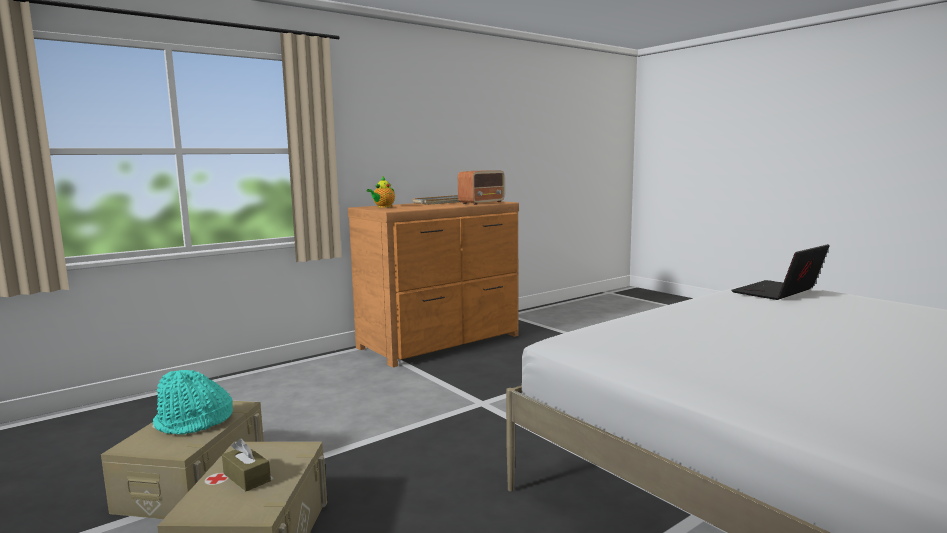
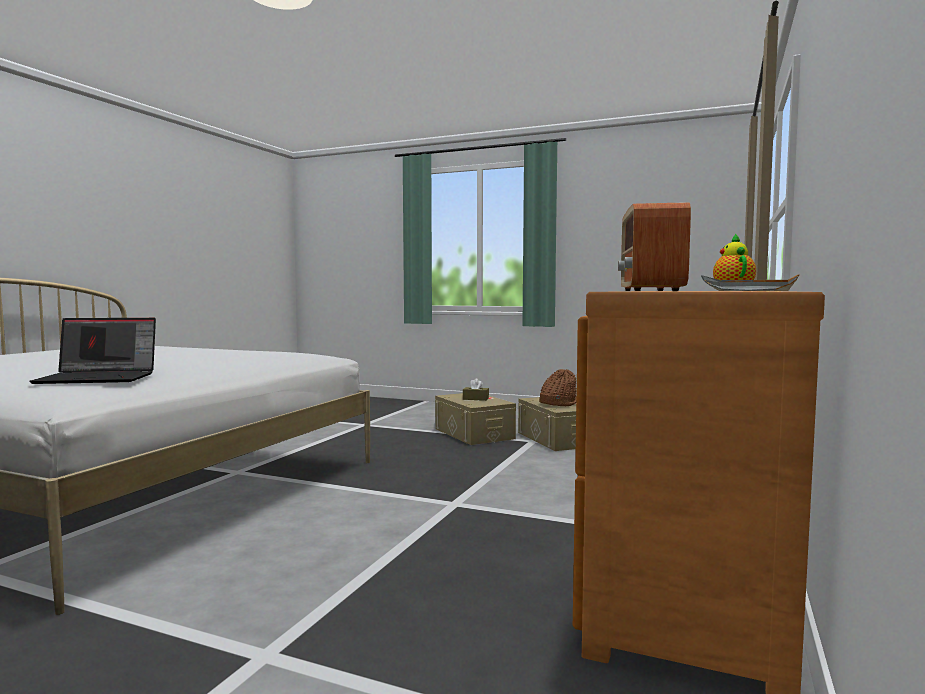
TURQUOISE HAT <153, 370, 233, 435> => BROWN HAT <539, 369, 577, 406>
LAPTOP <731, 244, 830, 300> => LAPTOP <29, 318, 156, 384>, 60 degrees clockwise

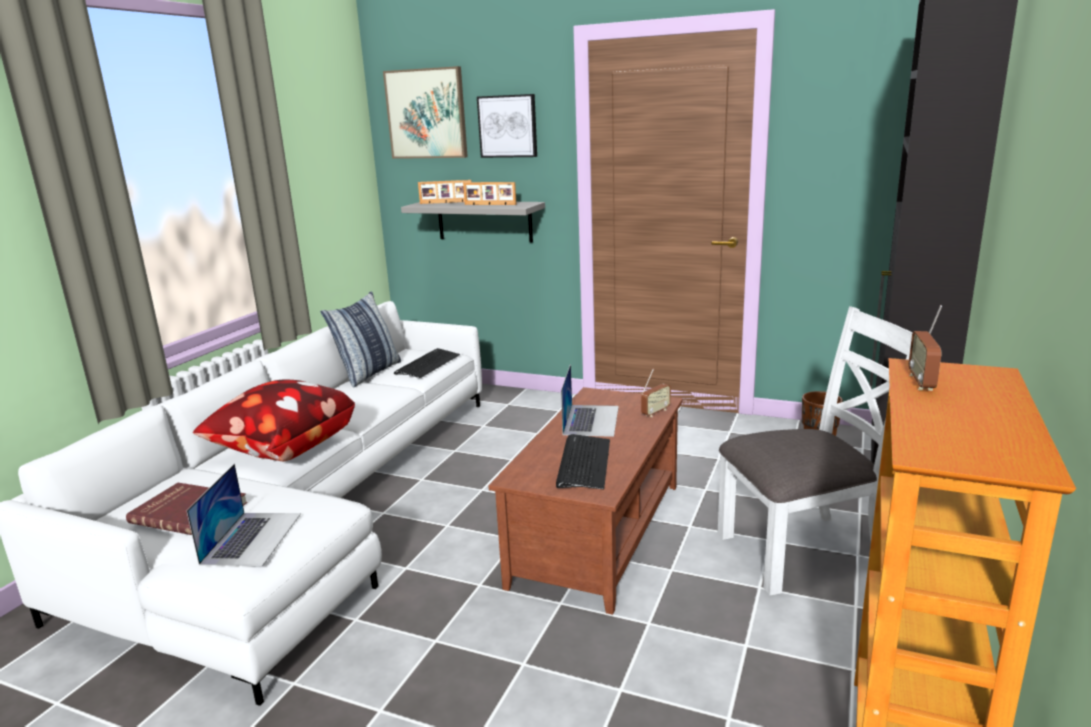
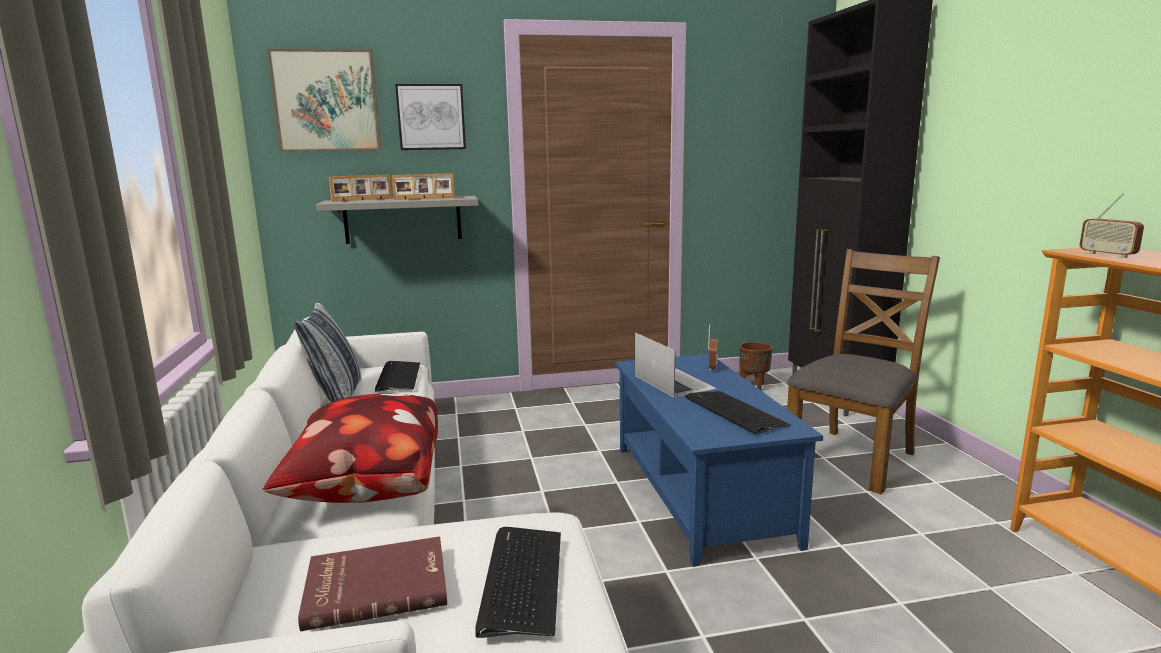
LAPTOP <186, 464, 301, 566> => KEYBOARD <475, 527, 561, 638>
BROWN COFFEE TABLE <488, 387, 683, 615> => BLUE COFFEE TABLE <615, 354, 823, 567>
WHITE CHAIR <717, 306, 913, 595> => BROWN CHAIR <787, 249, 940, 494>

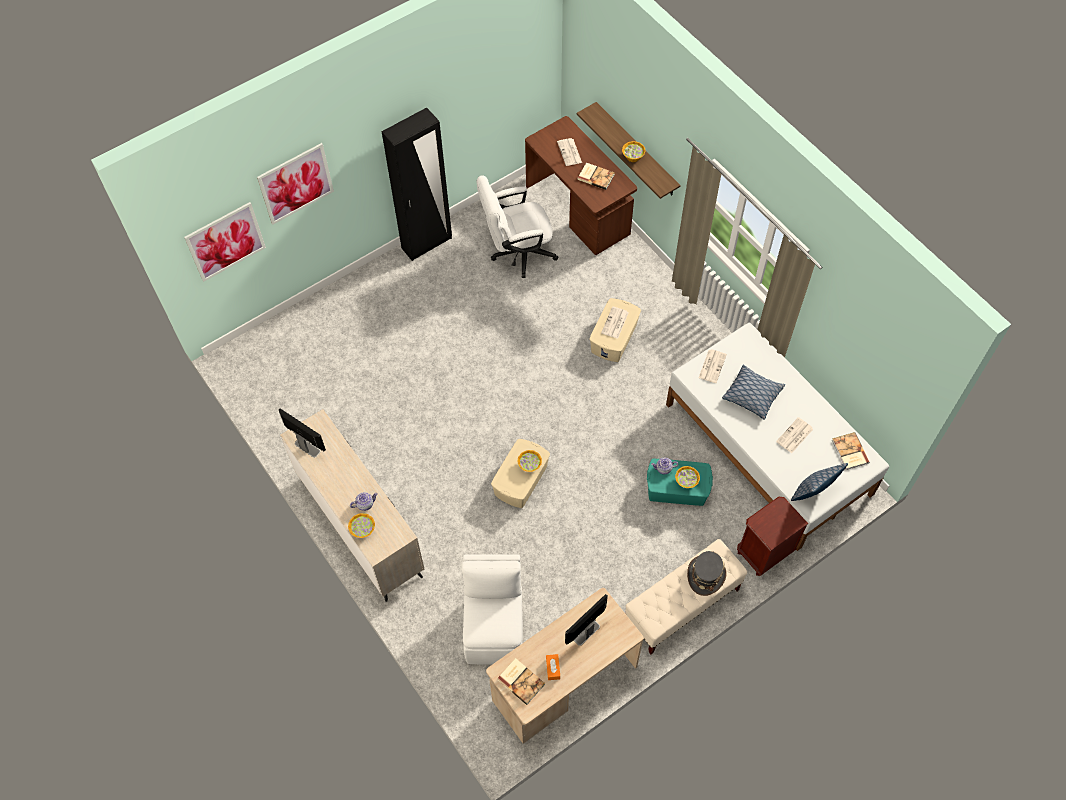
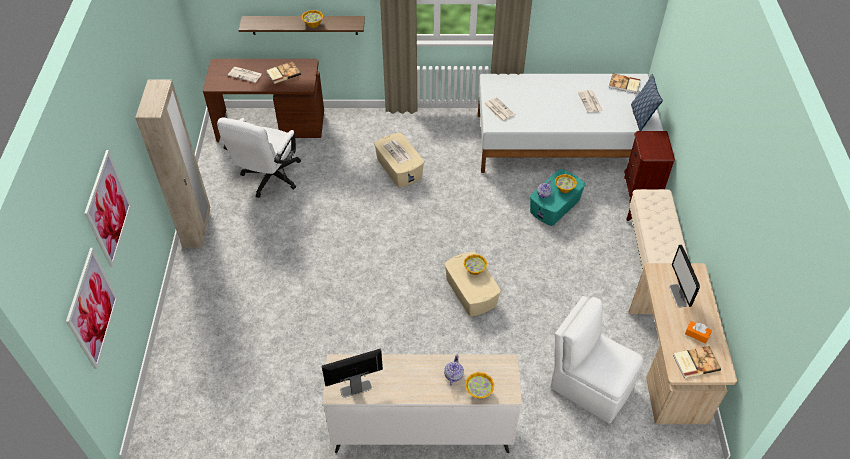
BLACK WARDROBE <382, 107, 452, 261> => BEIGE WARDROBE <135, 80, 210, 248>
GREY HAT <687, 551, 727, 596> => nothing
PILLOW <722, 365, 785, 420> => nothing

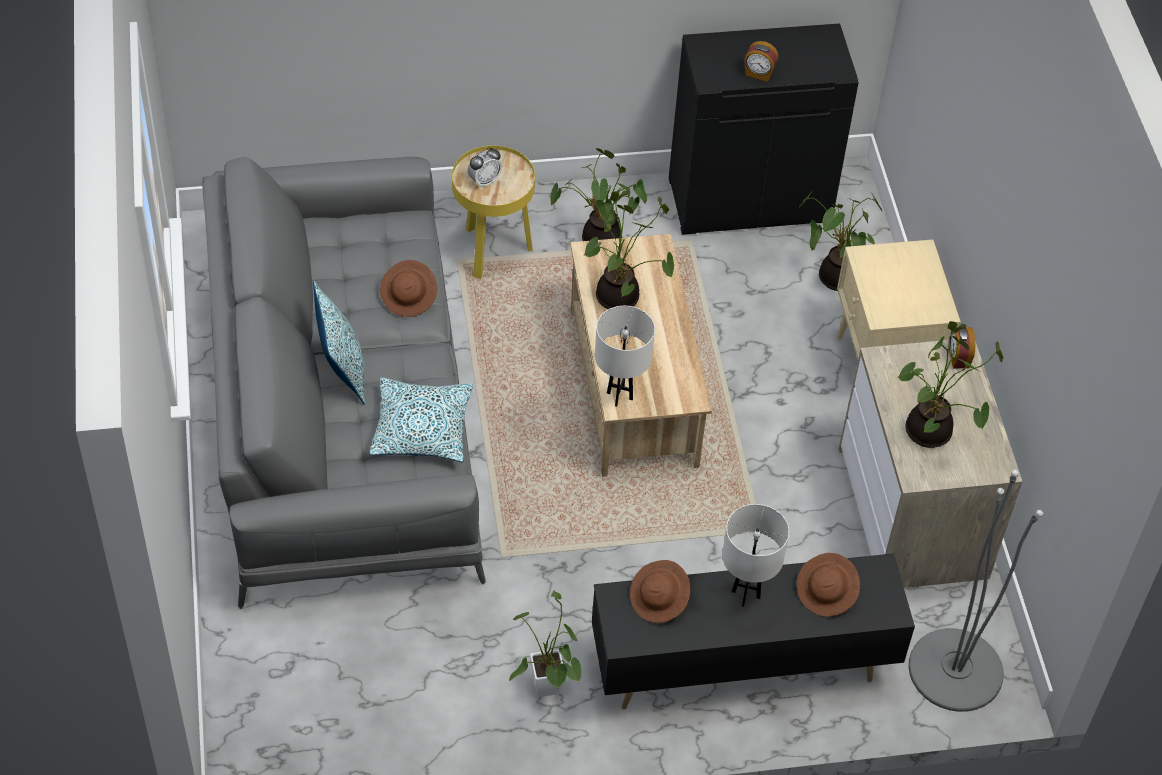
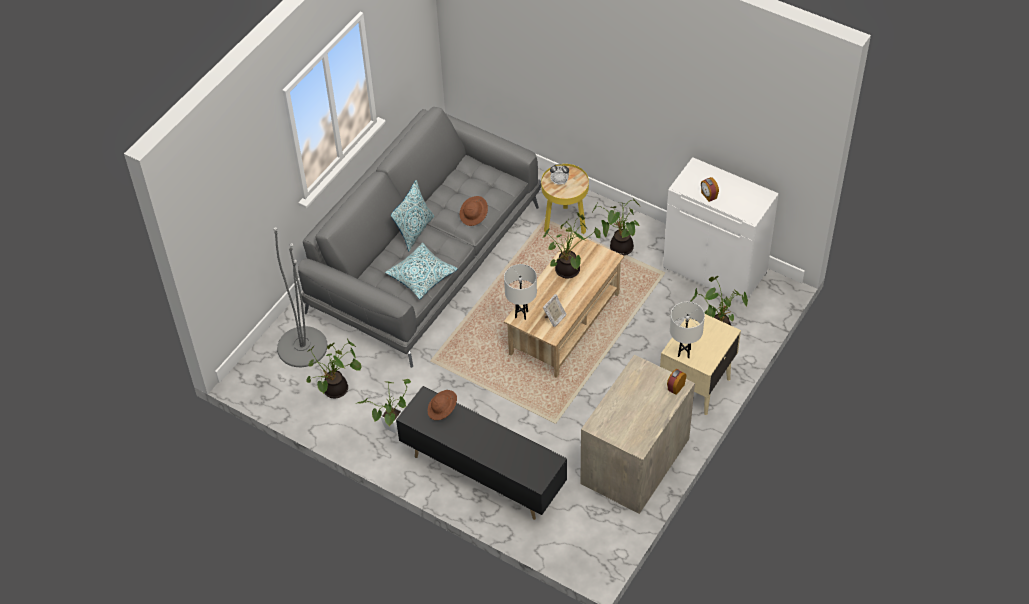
BLACK CABINET <669, 23, 859, 235> => WHITE CABINET <663, 157, 779, 303>
WHITE TABLE LAMP <722, 504, 789, 607> => WHITE TABLE LAMP <670, 302, 705, 358>, moved
BROWN HAT <797, 553, 860, 617> => nothing
POTTED PLANT <898, 321, 1003, 448> => POTTED PLANT <307, 338, 361, 399>, moved
GREY FLOOR LAMP <909, 469, 1043, 712> => GREY FLOOR LAMP <273, 227, 328, 367>, moved
nothing => PICTURE FRAME <543, 294, 567, 327>

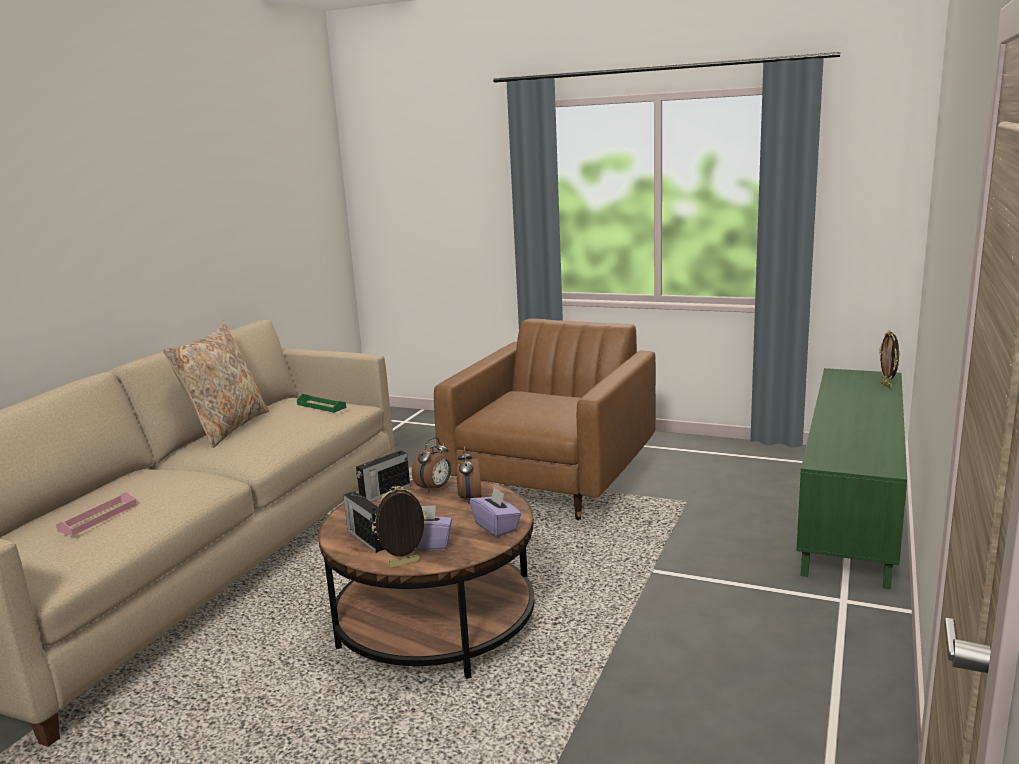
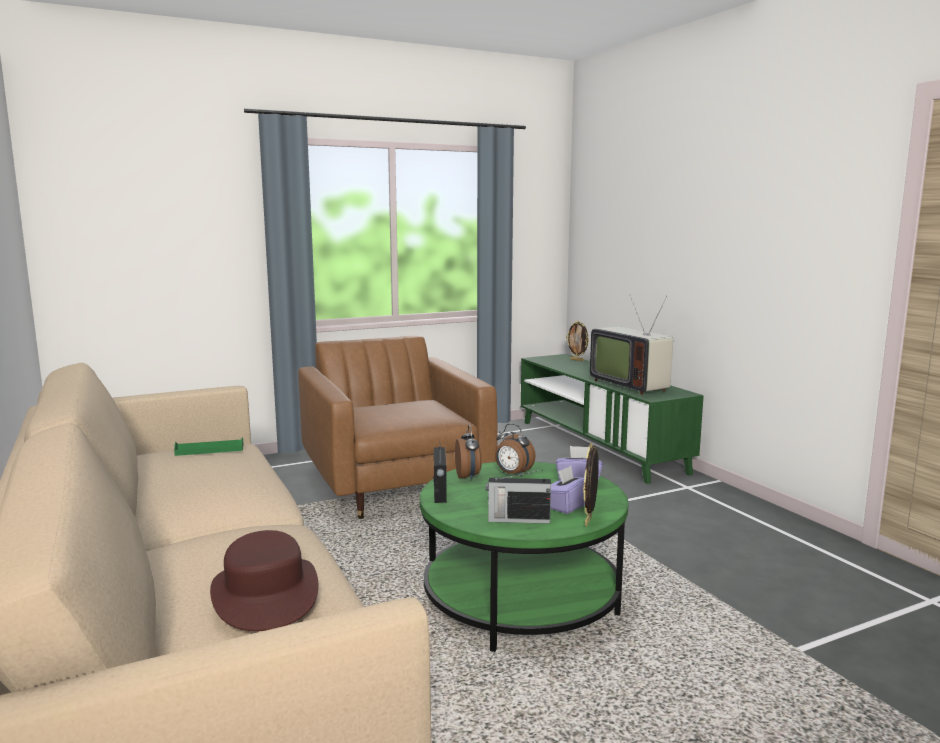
PINK TRAY <56, 492, 137, 536> => BROWN HAT <210, 530, 319, 631>
BEIGE PILLOW <163, 323, 269, 448> => nothing
BROWN COFFEE TABLE <318, 478, 534, 679> => GREEN COFFEE TABLE <420, 462, 629, 652>
nothing => TELEVISION <590, 296, 673, 395>

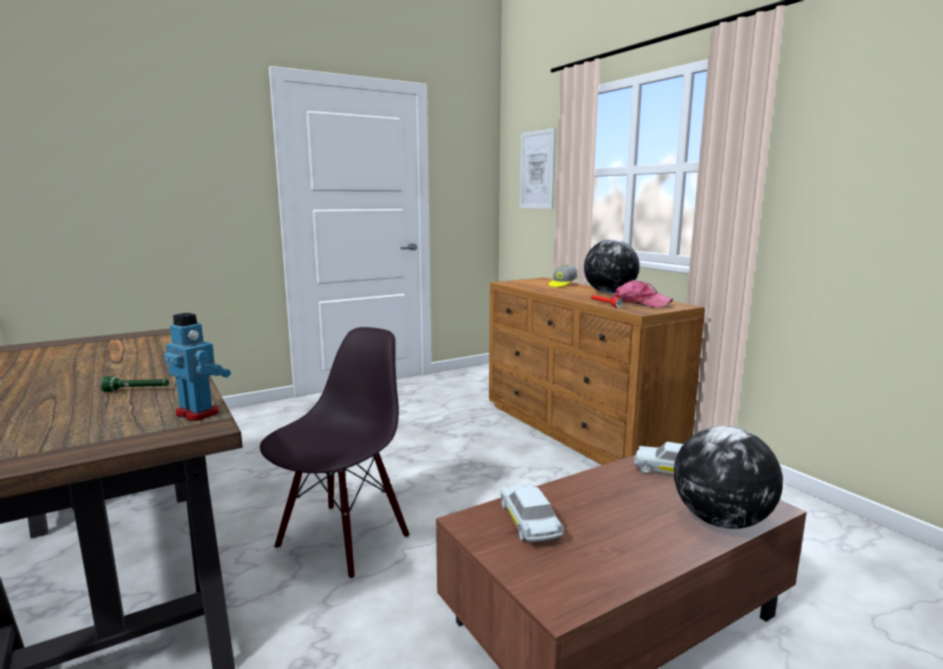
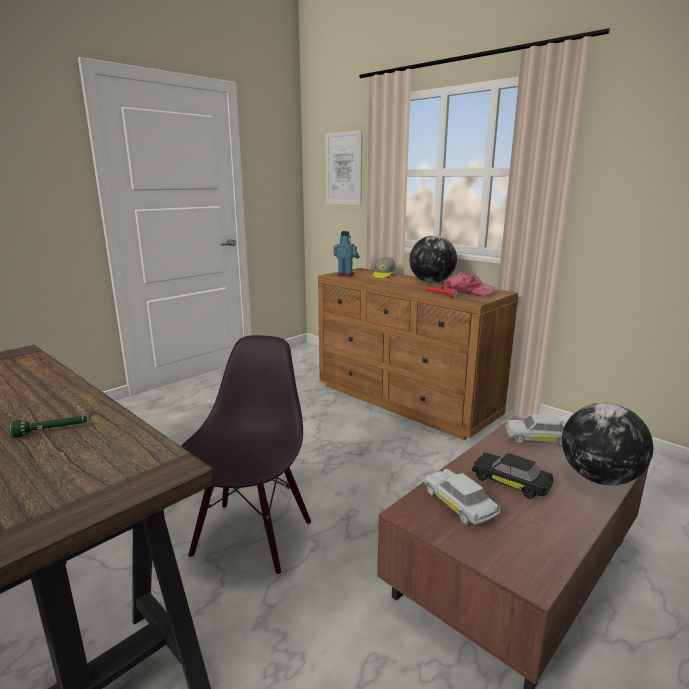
TOY ROBOT <164, 313, 231, 421> => TOY ROBOT <333, 231, 359, 277>, moved
nothing => BLACK TOY CAR <472, 453, 553, 499>

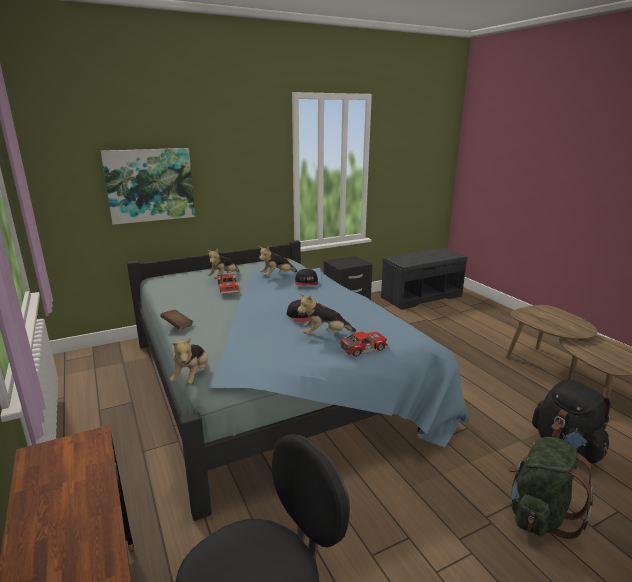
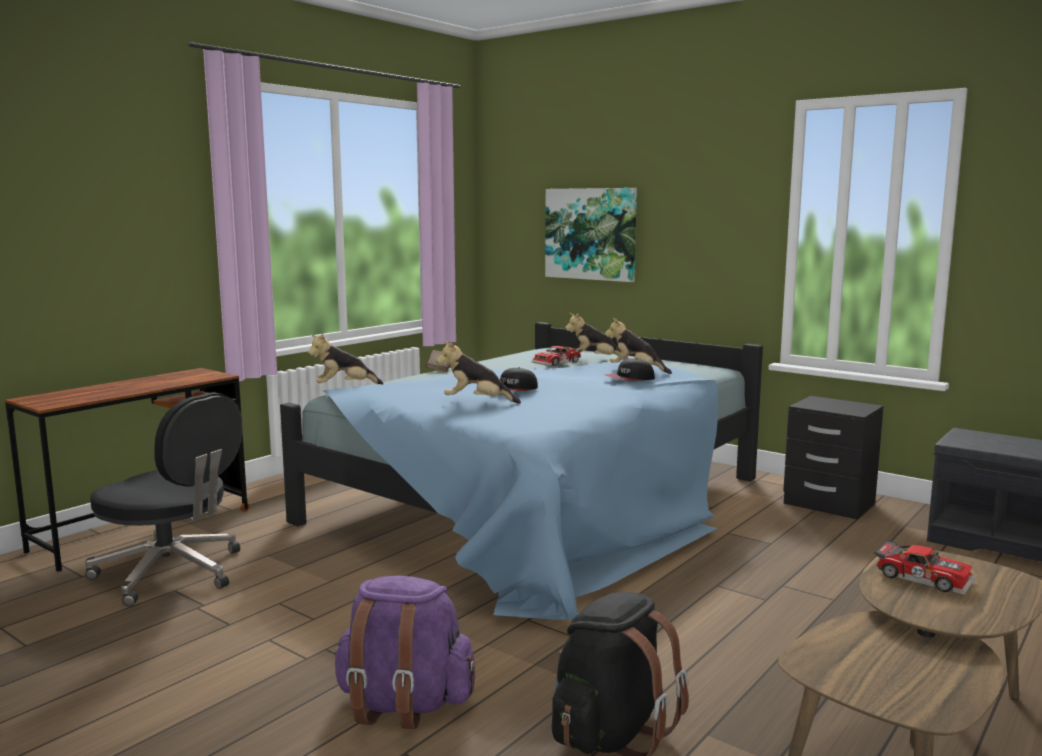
PLUSH TOY <297, 294, 356, 334> => PLUSH TOY <436, 340, 521, 404>, 45 degrees counterclockwise
TOY CAR <338, 332, 390, 357> => TOY CAR <874, 540, 976, 595>, moved
GREEN BACKPACK <508, 437, 593, 539> => PURPLE BACKPACK <334, 576, 475, 729>

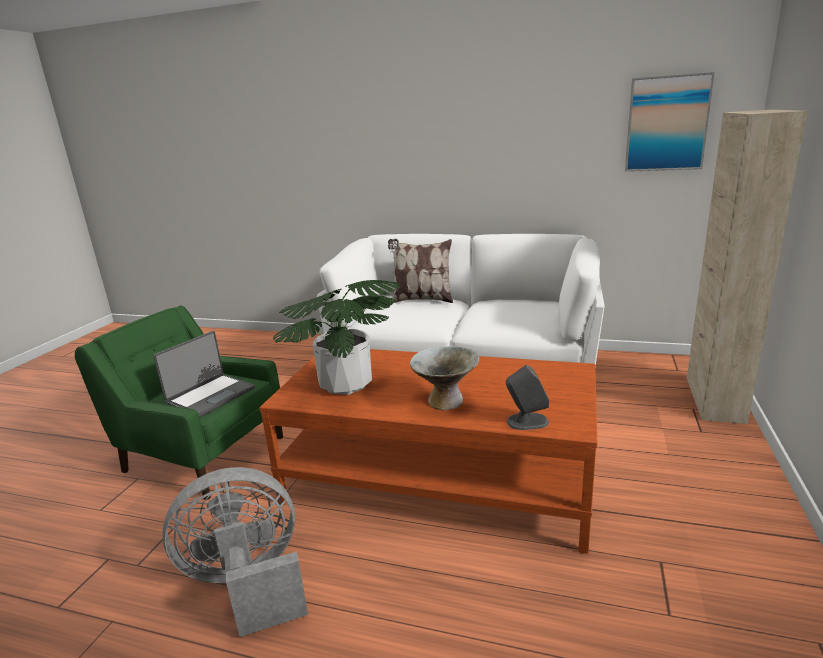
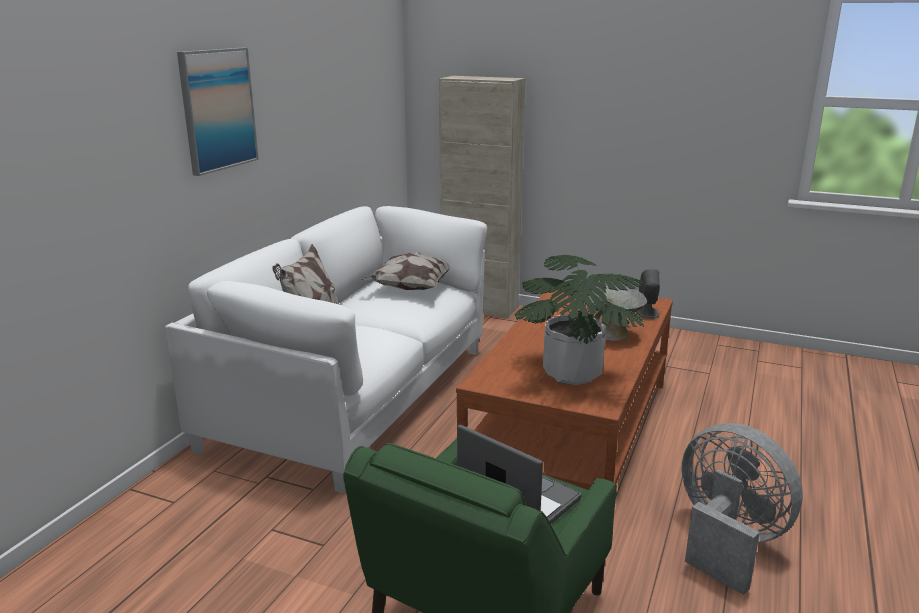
GREY FAN <162, 467, 308, 637> => GREY FAN <681, 423, 803, 595>, 150 degrees clockwise
PICTURE <625, 72, 715, 172> => PICTURE <177, 48, 259, 176>, moved
nothing => PILLOW <361, 252, 450, 290>

